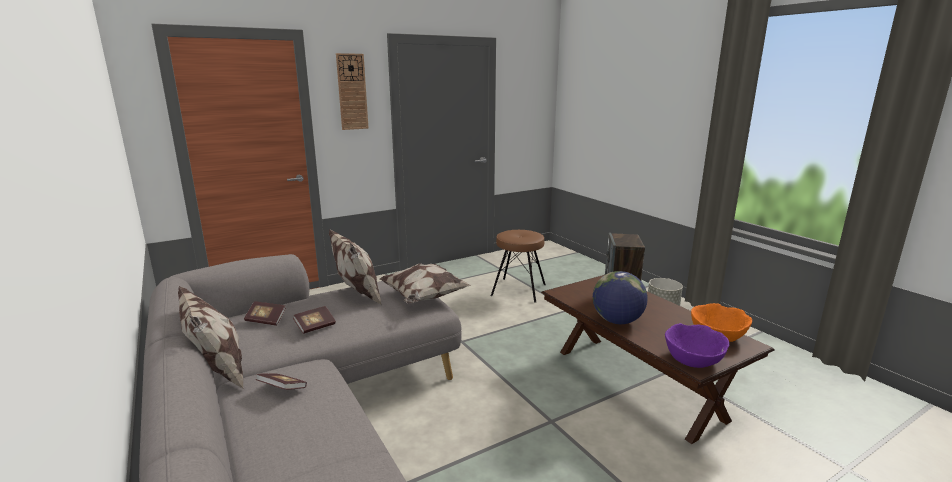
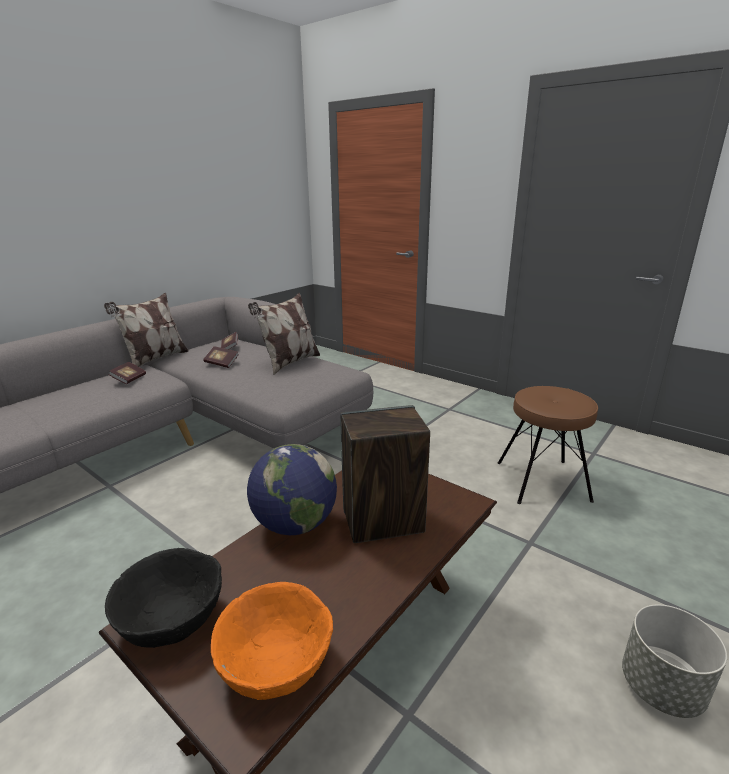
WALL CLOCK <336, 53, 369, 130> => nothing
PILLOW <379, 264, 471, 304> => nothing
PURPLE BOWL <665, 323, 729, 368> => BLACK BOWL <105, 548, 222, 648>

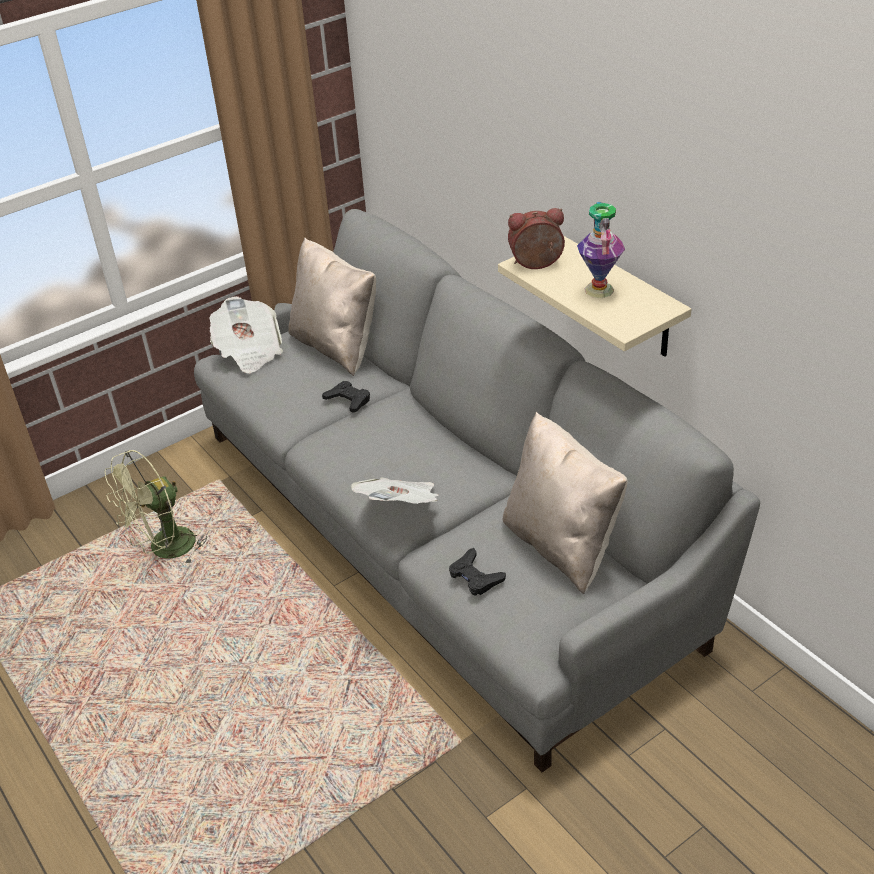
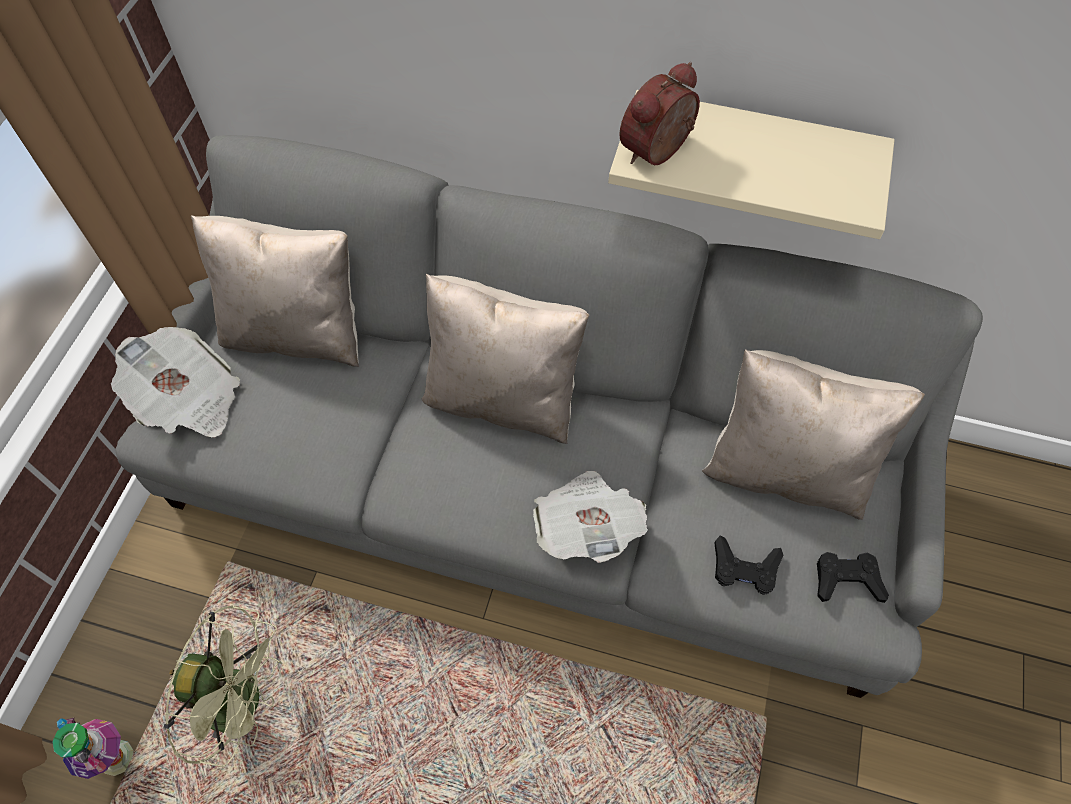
GREEN FAN <105, 450, 207, 566> => GREEN FAN <164, 605, 282, 767>, 90 degrees counterclockwise
BLACK GAME CONTROLLER <322, 381, 370, 413> => BLACK GAME CONTROLLER <817, 552, 889, 603>, moved
VASE <577, 202, 625, 298> => VASE <52, 718, 134, 779>, moved
nothing => BEIGE PILLOW <422, 274, 589, 444>

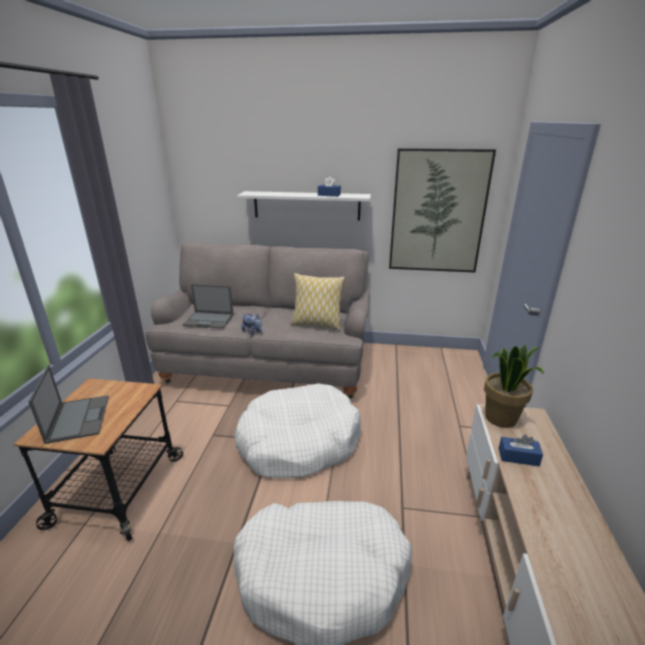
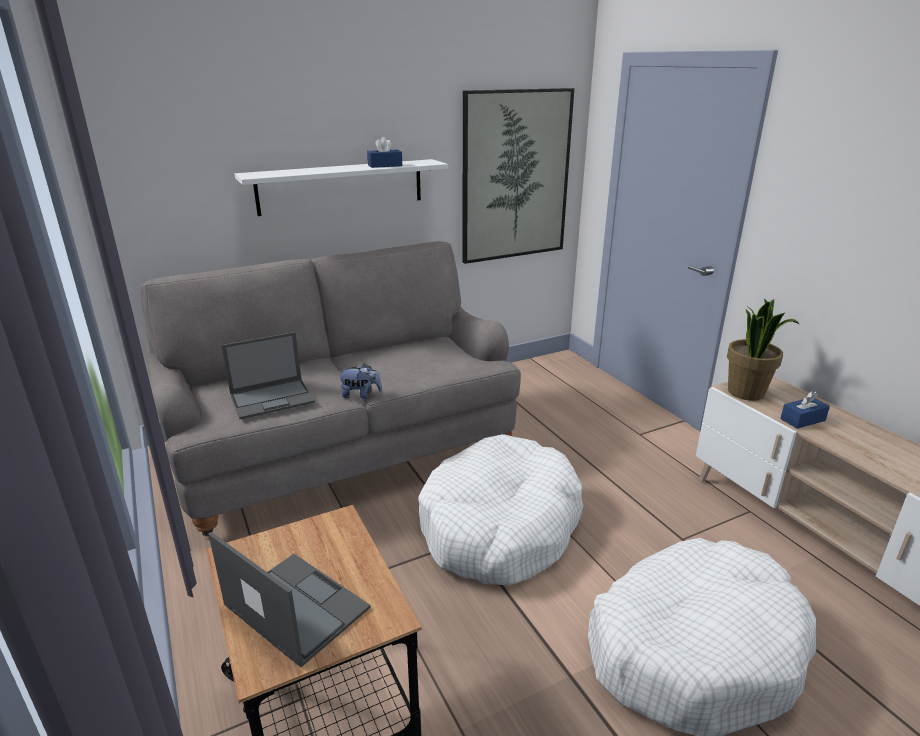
PILLOW <291, 273, 345, 331> => nothing

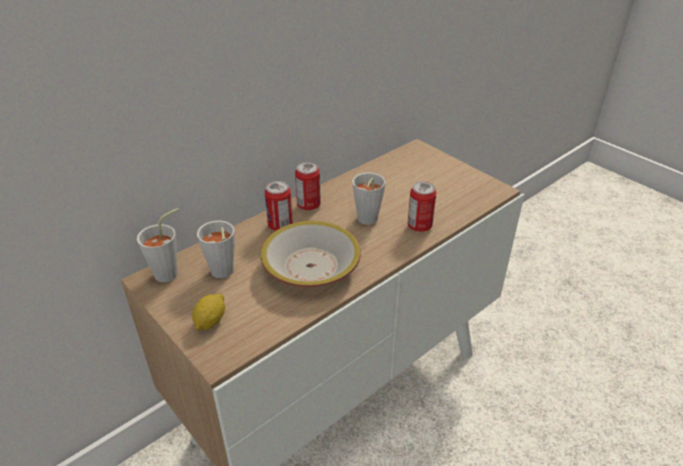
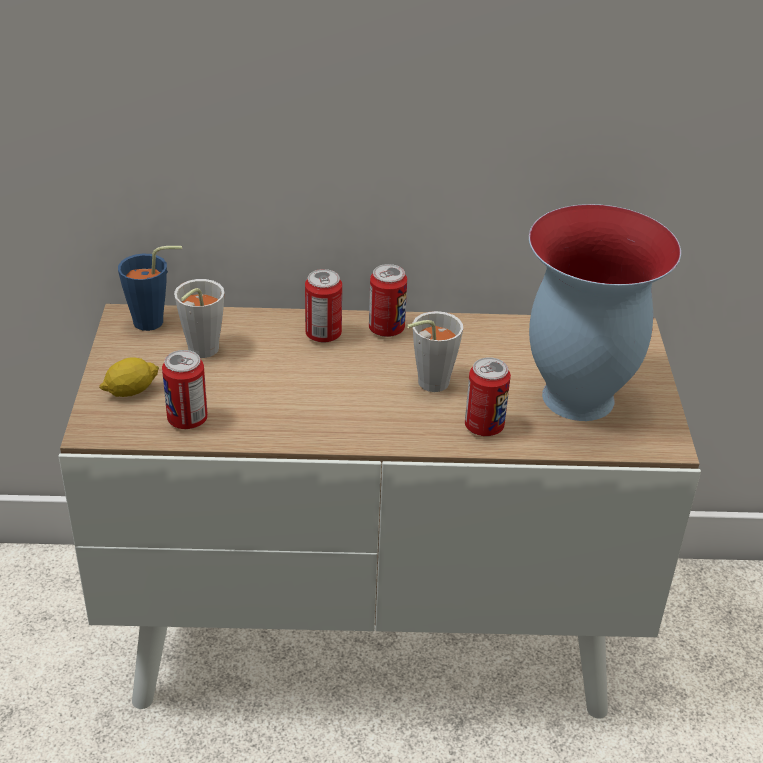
GREY CUP <137, 208, 179, 282> => BLUE CUP <118, 246, 182, 331>
BOWL <261, 221, 361, 287> => nothing
nothing => CAN <162, 350, 208, 429>
nothing => VASE <529, 204, 681, 421>

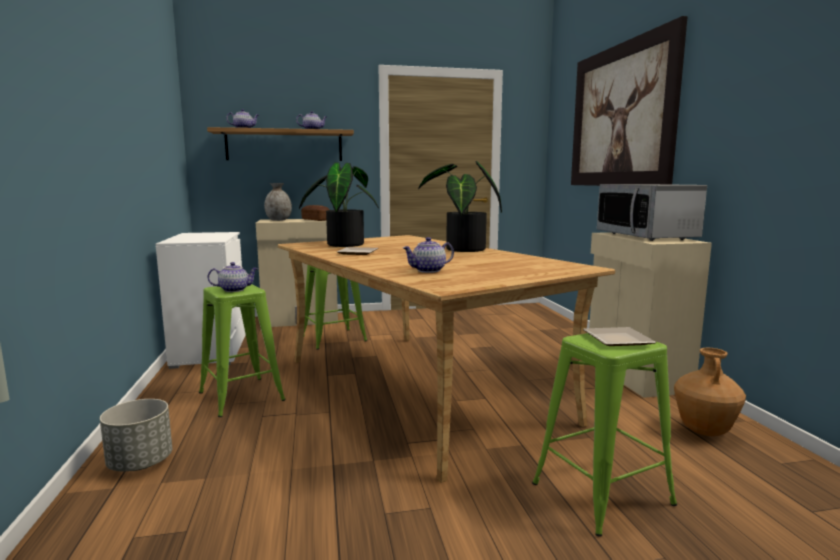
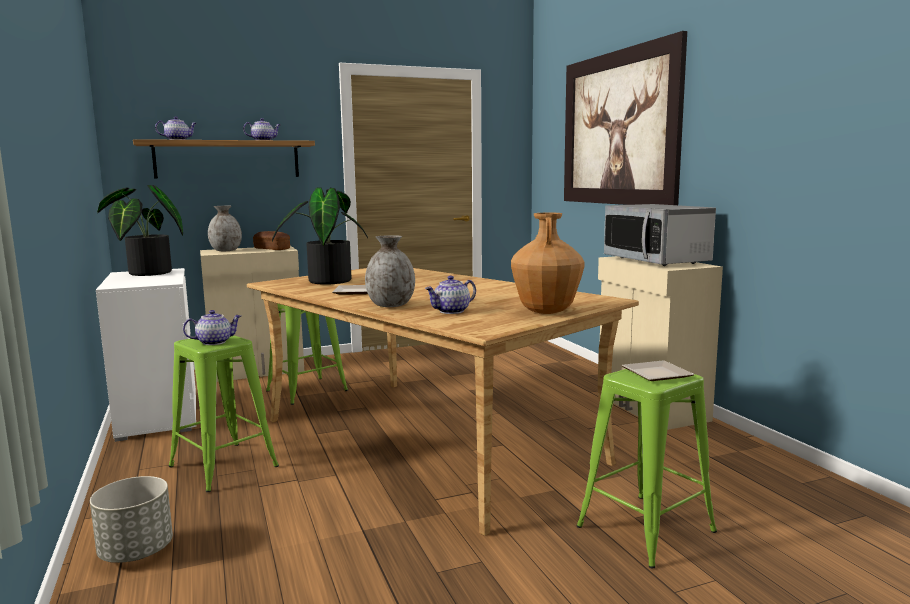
POTTED PLANT <418, 161, 502, 252> => POTTED PLANT <97, 185, 183, 276>, moved
BROWN VASE <674, 348, 746, 436> => BROWN VASE <511, 213, 585, 314>, moved
nothing => GREY VASE <365, 235, 415, 307>

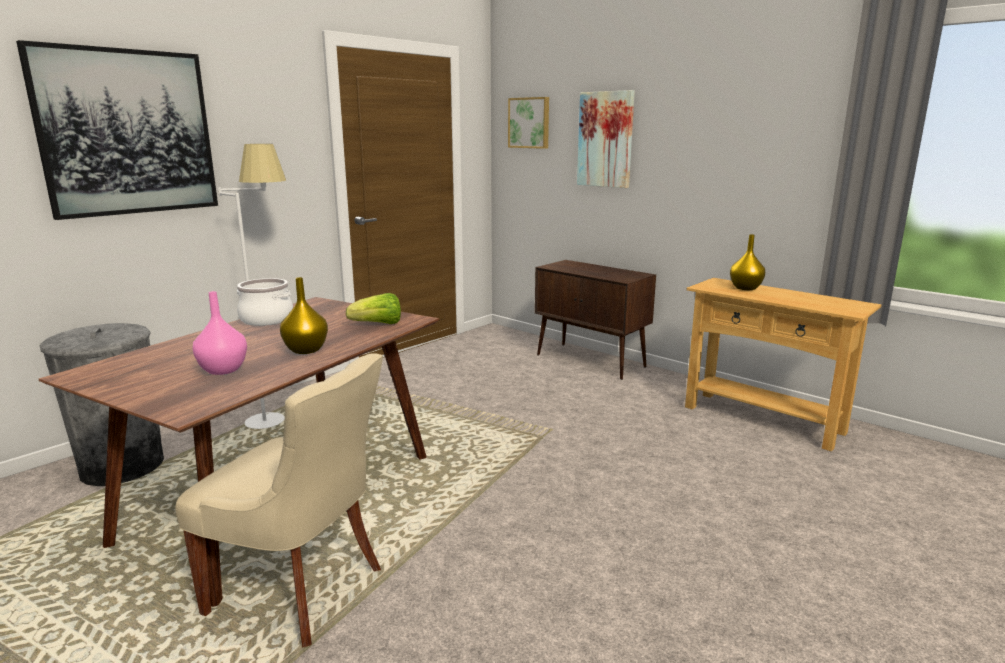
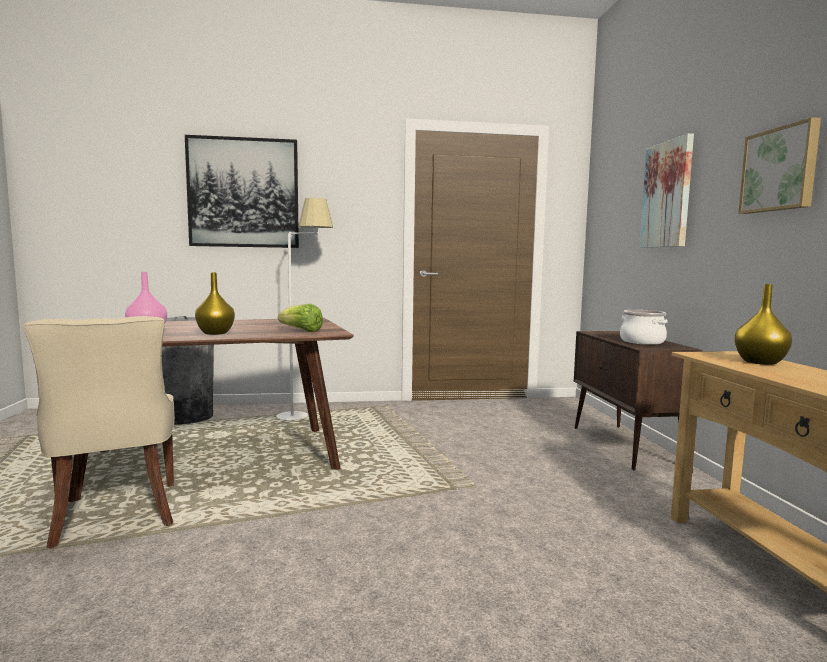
COOKING POT <237, 278, 293, 326> => COOKING POT <620, 310, 668, 345>, moved
PICTURE <508, 97, 549, 149> => PICTURE <738, 117, 821, 214>, moved

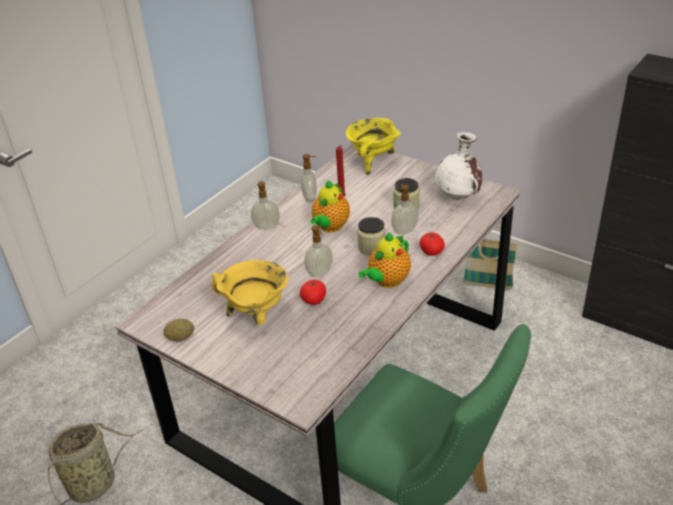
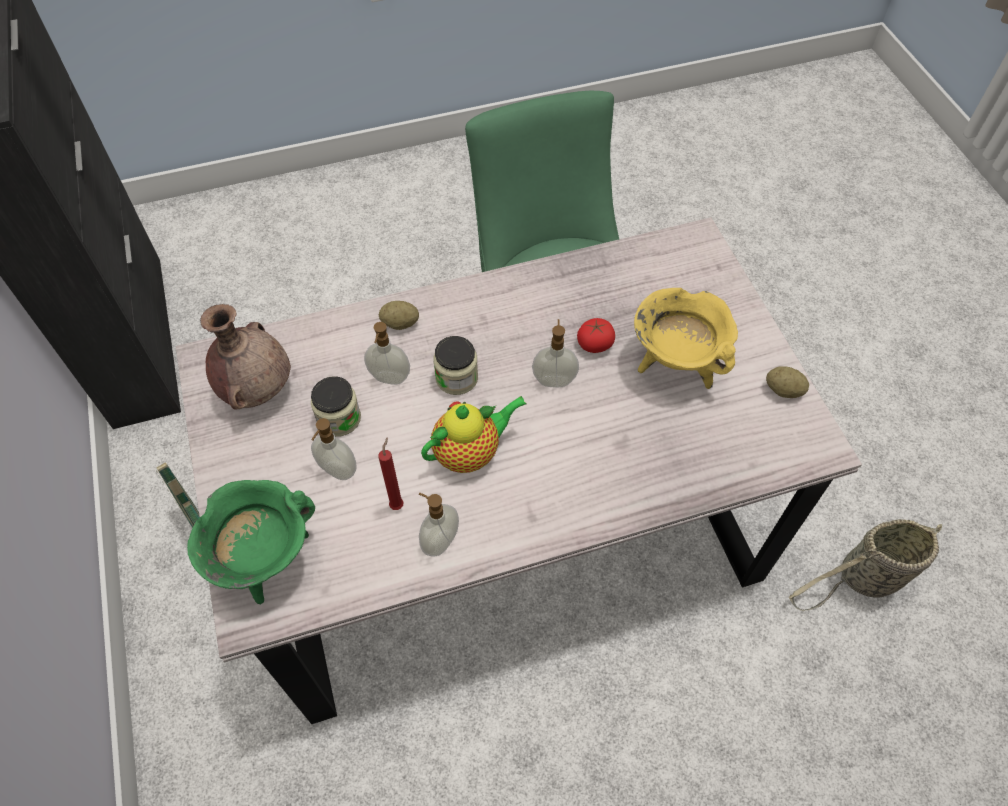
SOAP DISPENSER <251, 180, 280, 230> => SOAP DISPENSER <311, 418, 357, 480>, moved
YELLOW COOKING POT <346, 118, 401, 175> => GREEN COOKING POT <187, 480, 315, 604>
TEAPOT <358, 232, 411, 288> => nothing
TOMATO <420, 232, 445, 256> => POTATO <379, 301, 419, 330>
WHITE VASE <435, 132, 482, 200> => BROWN VASE <200, 304, 291, 410>

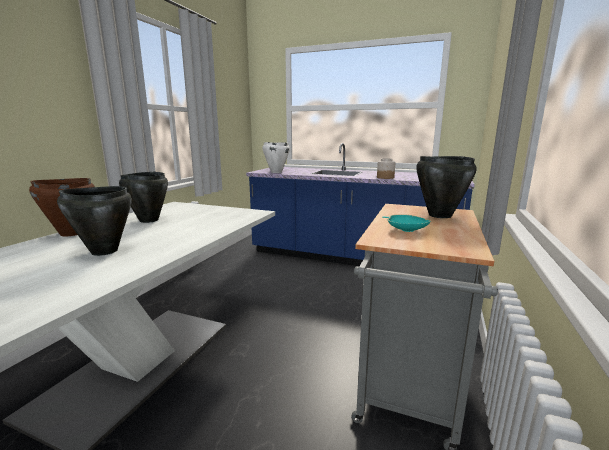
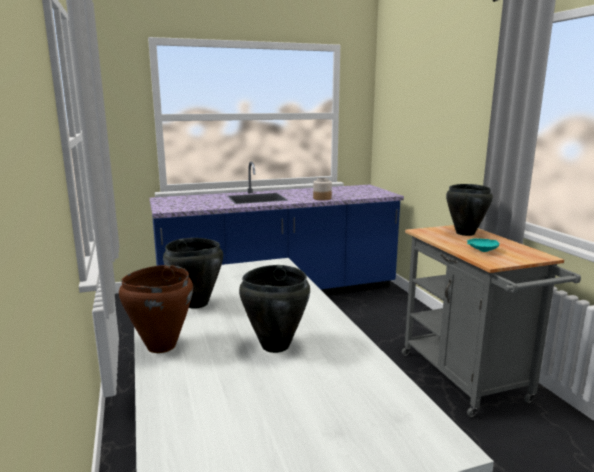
WHITE COOKING POT <262, 142, 290, 173> => nothing

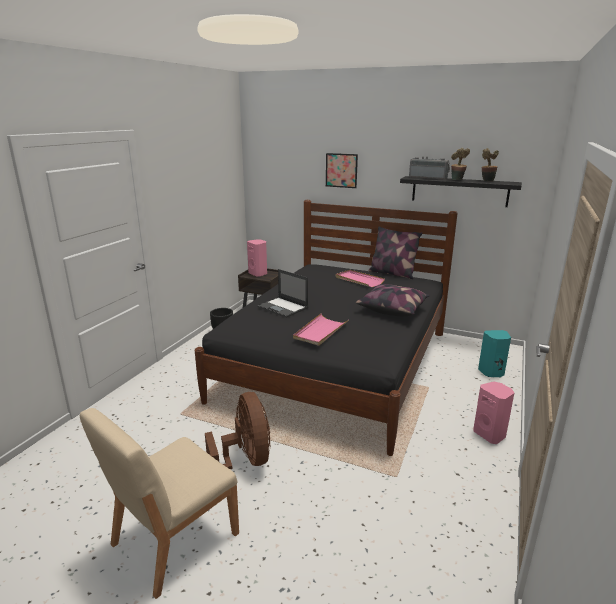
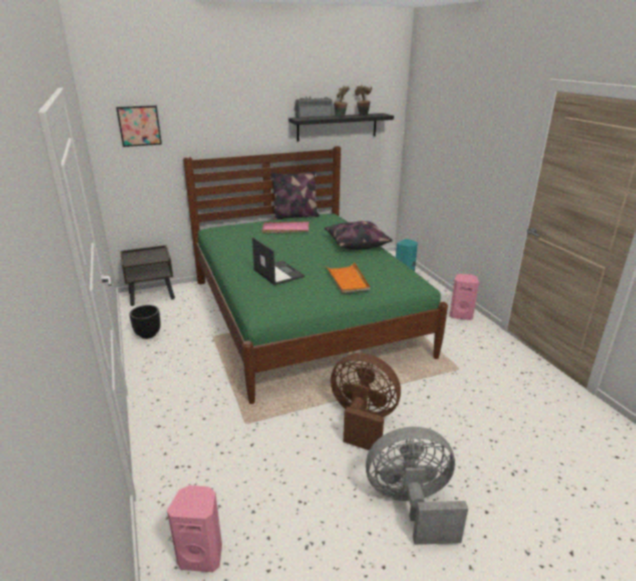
BEIGE CHAIR <80, 408, 239, 599> => GREY FAN <366, 427, 468, 545>
BLACK BED <195, 200, 458, 456> => GREEN BED <183, 146, 448, 404>
PINK SPEAKER <247, 239, 267, 277> => PINK SPEAKER <167, 485, 222, 572>, moved
LAPTOP <257, 269, 308, 318> => LAPTOP <252, 237, 305, 285>, 120 degrees counterclockwise
PINK TRAY <293, 313, 349, 346> => ORANGE TRAY <325, 262, 370, 293>
PICTURE <326, 153, 358, 188> => PICTURE <116, 106, 162, 147>, moved

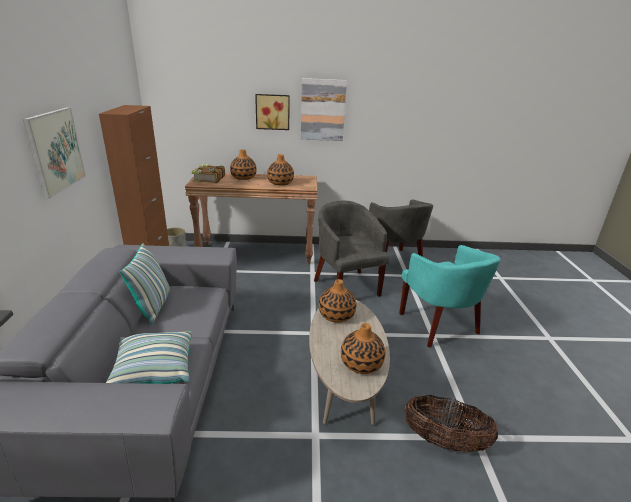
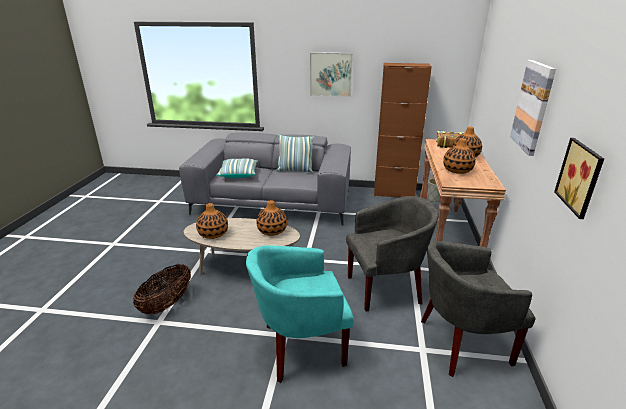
PICTURE <255, 94, 290, 130> => PICTURE <554, 138, 604, 219>, moved

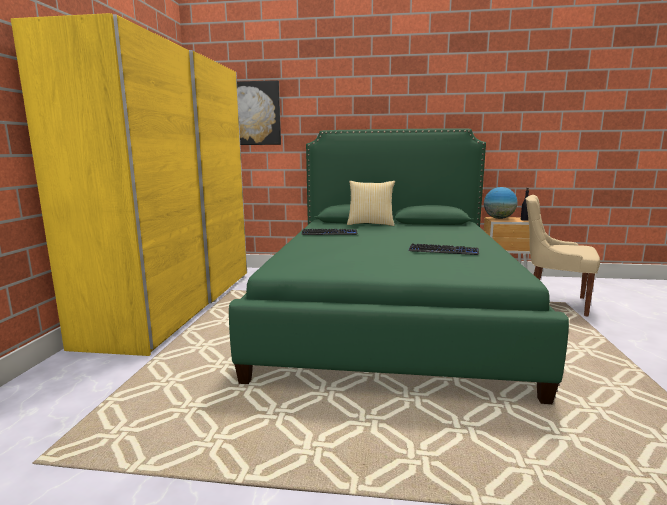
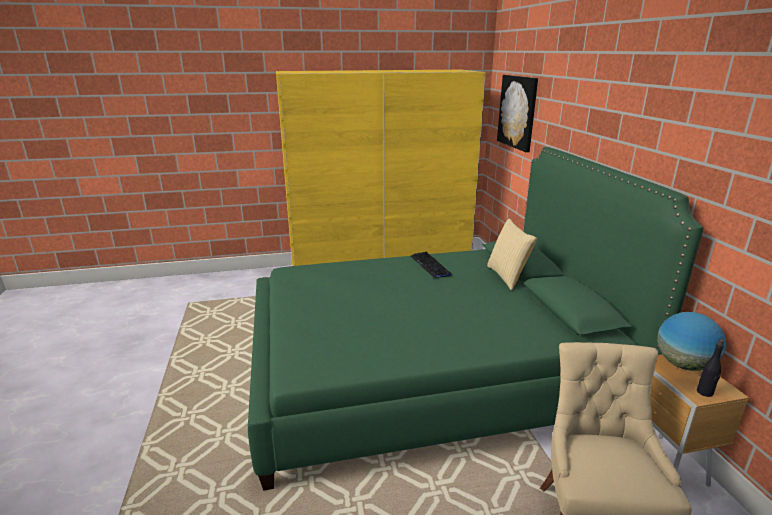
KEYBOARD <409, 243, 479, 255> => nothing

